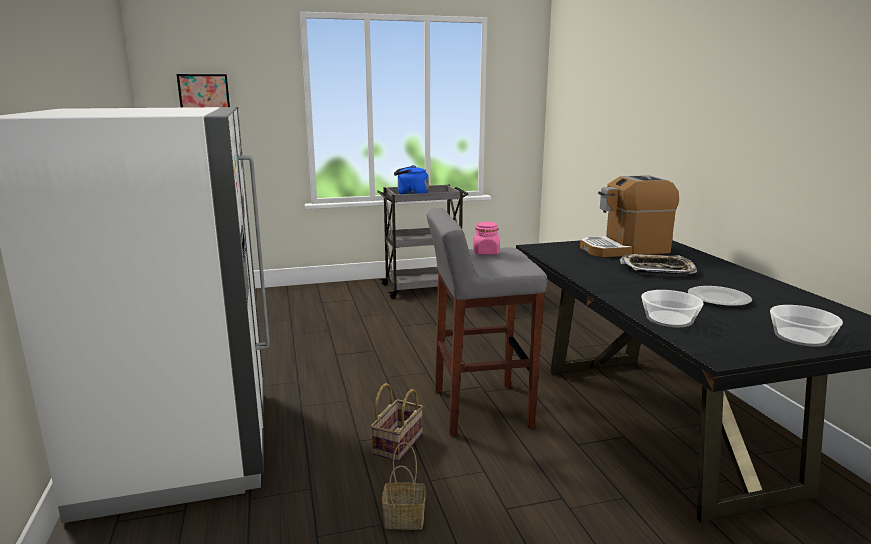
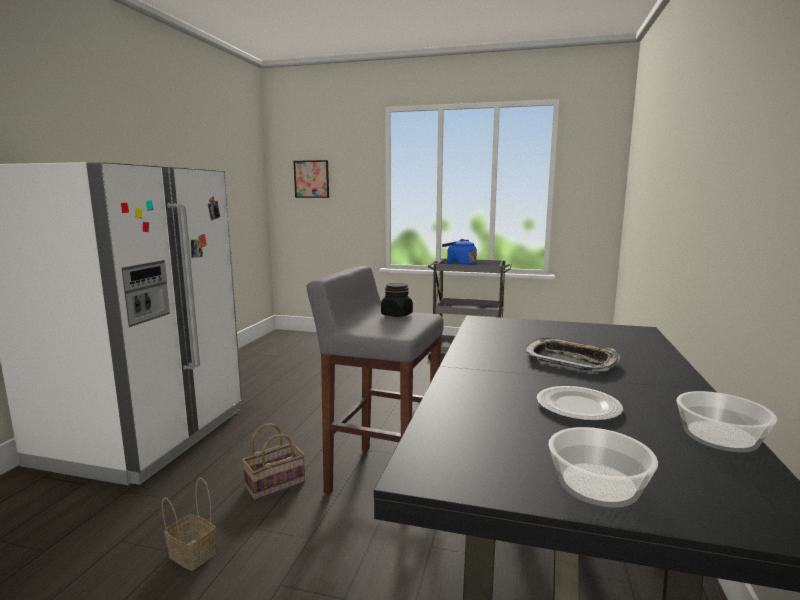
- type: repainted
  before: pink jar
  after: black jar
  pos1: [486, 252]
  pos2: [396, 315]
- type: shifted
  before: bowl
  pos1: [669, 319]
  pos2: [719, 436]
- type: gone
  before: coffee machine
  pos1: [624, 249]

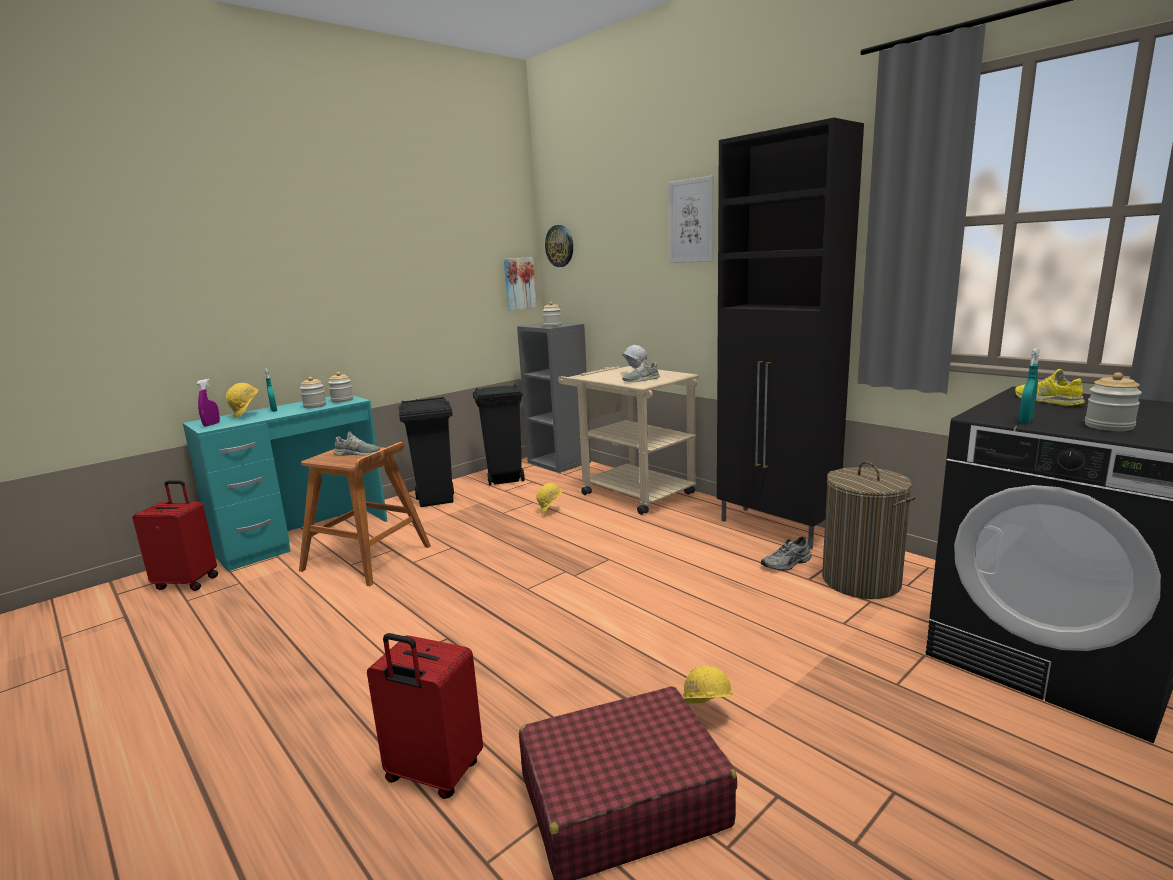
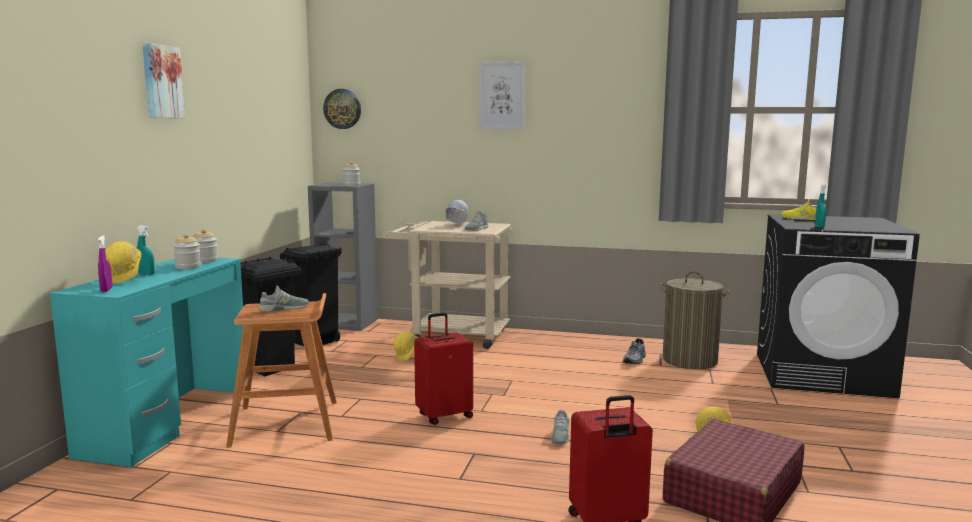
- type: shifted
  before: picture
  pos1: [519, 283]
  pos2: [161, 82]
- type: shifted
  before: red suitcase
  pos1: [188, 582]
  pos2: [444, 415]
- type: new
  after: grey shoe
  pos2: [560, 436]
- type: gone
  before: black cabinet
  pos1: [776, 528]
- type: gone
  before: jar
  pos1: [1108, 426]

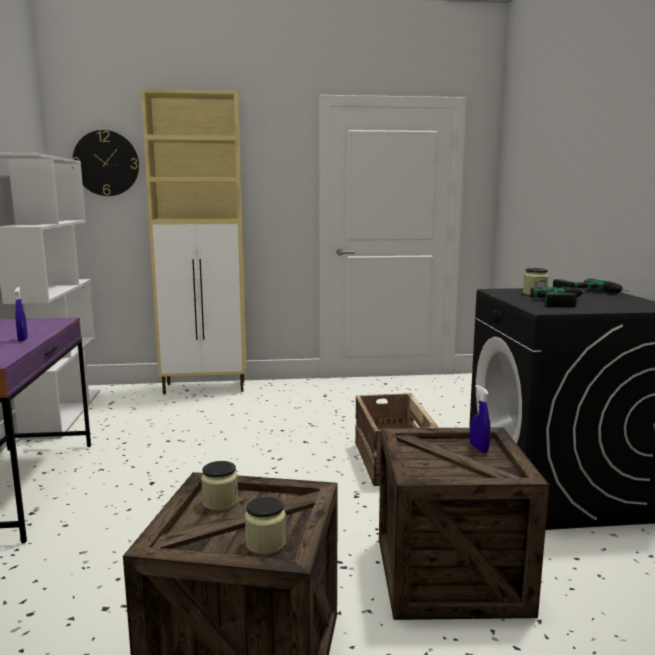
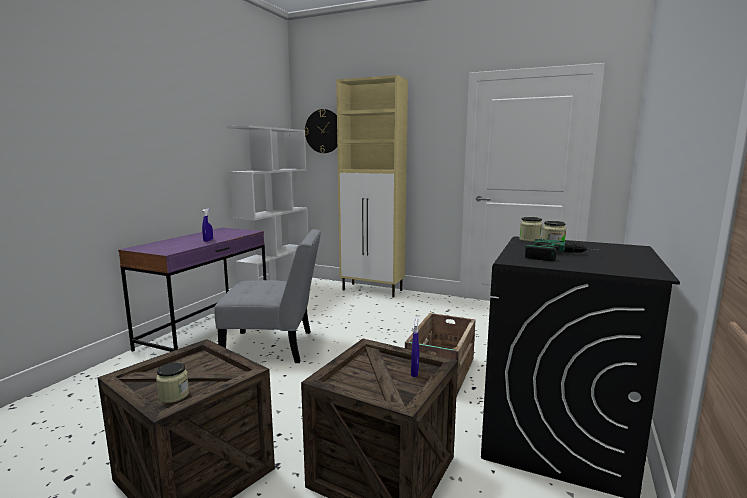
- type: new
  after: grey chair
  pos2: [274, 347]
- type: shifted
  before: jar
  pos1: [220, 502]
  pos2: [530, 240]
- type: gone
  before: power drill
  pos1: [591, 293]

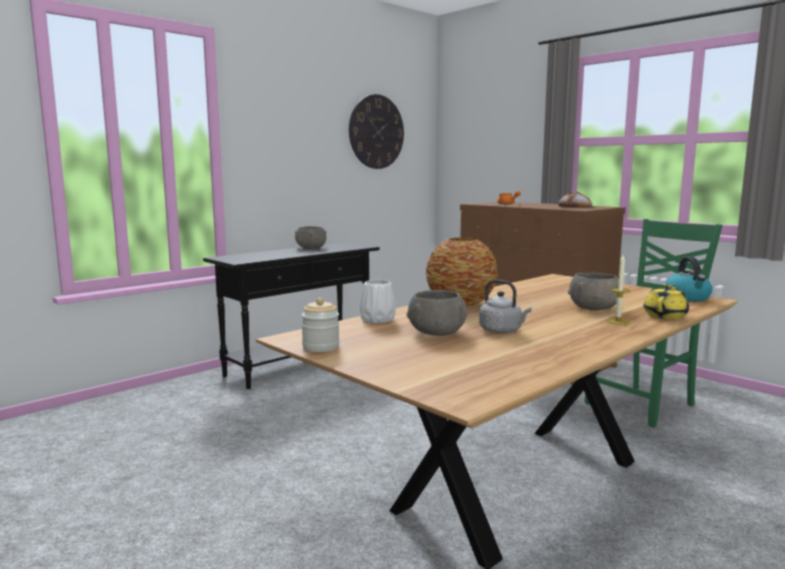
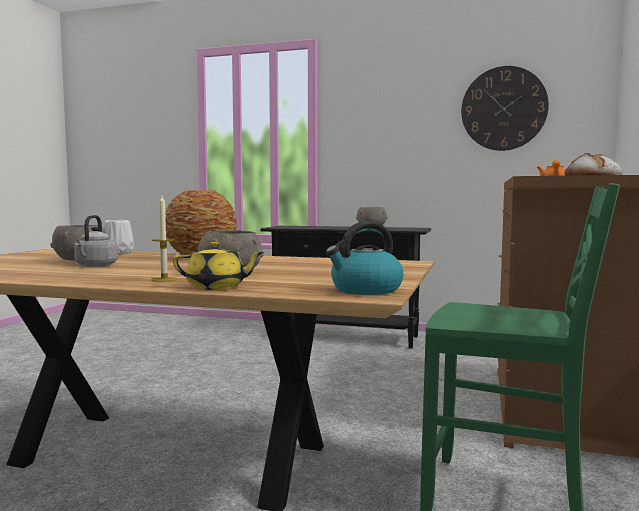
- type: gone
  before: jar
  pos1: [321, 347]

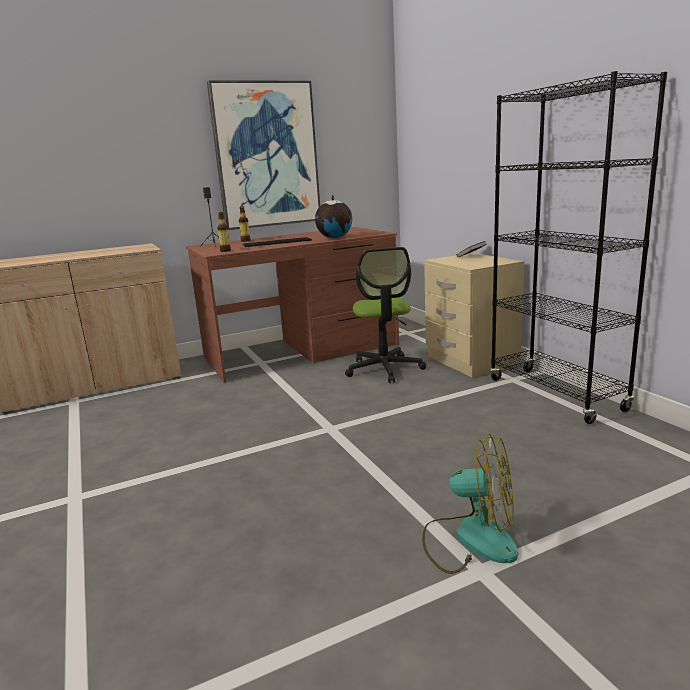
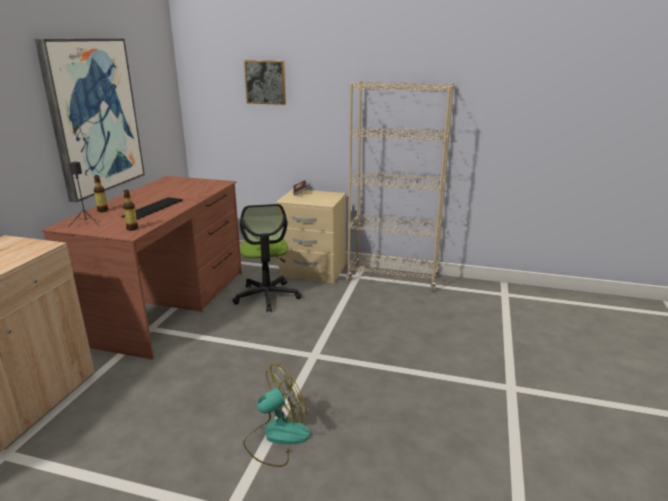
- type: rotated
  before: office chair
  pos1: [384, 369]
  pos2: [267, 296]
  turn: 45
- type: shifted
  before: fan
  pos1: [470, 539]
  pos2: [277, 437]
- type: new
  after: picture
  pos2: [265, 82]
- type: repainted
  before: black bookcase
  after: beige bookcase
  pos1: [555, 394]
  pos2: [393, 278]
- type: gone
  before: globe
  pos1: [334, 238]

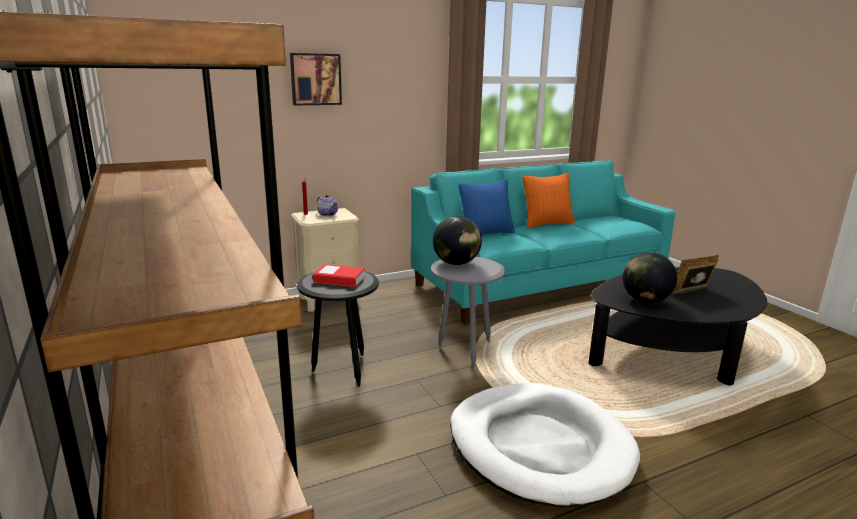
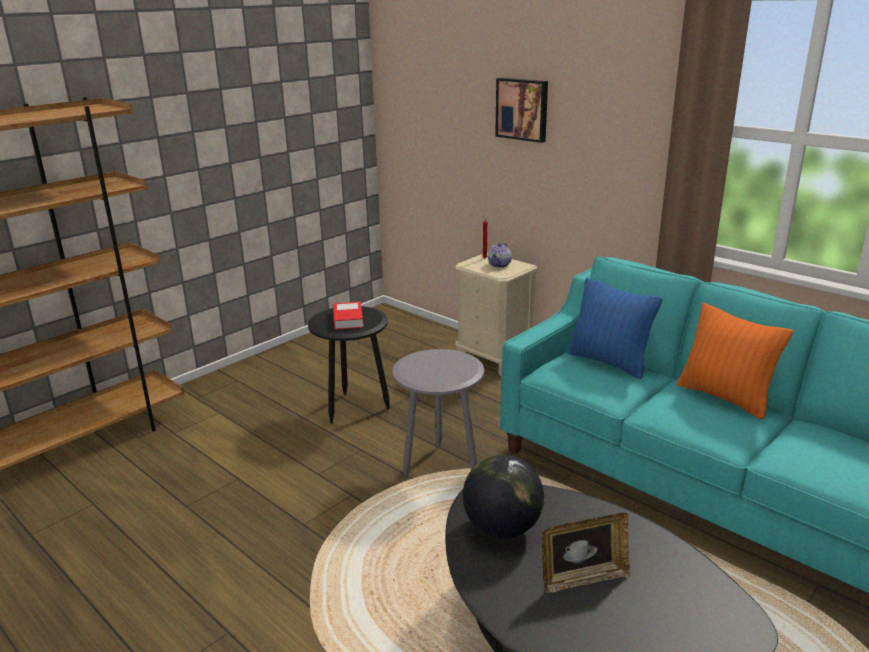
- type: rotated
  before: picture frame
  pos1: [691, 292]
  pos2: [583, 578]
  turn: 120
- type: gone
  before: globe
  pos1: [456, 263]
- type: gone
  before: white dog bed
  pos1: [539, 447]

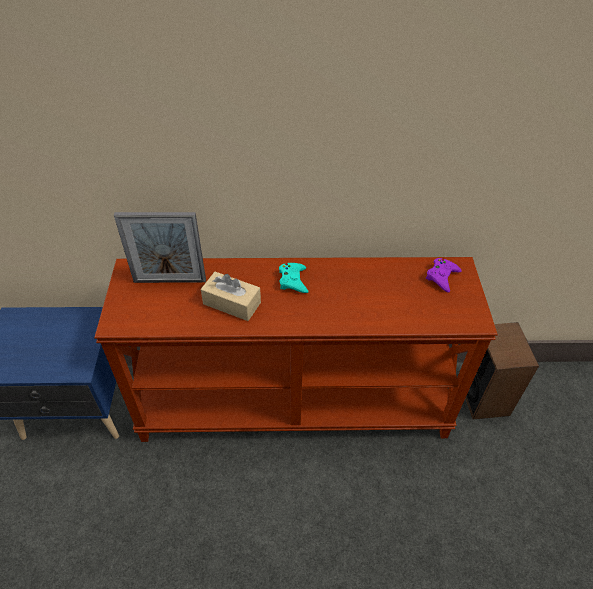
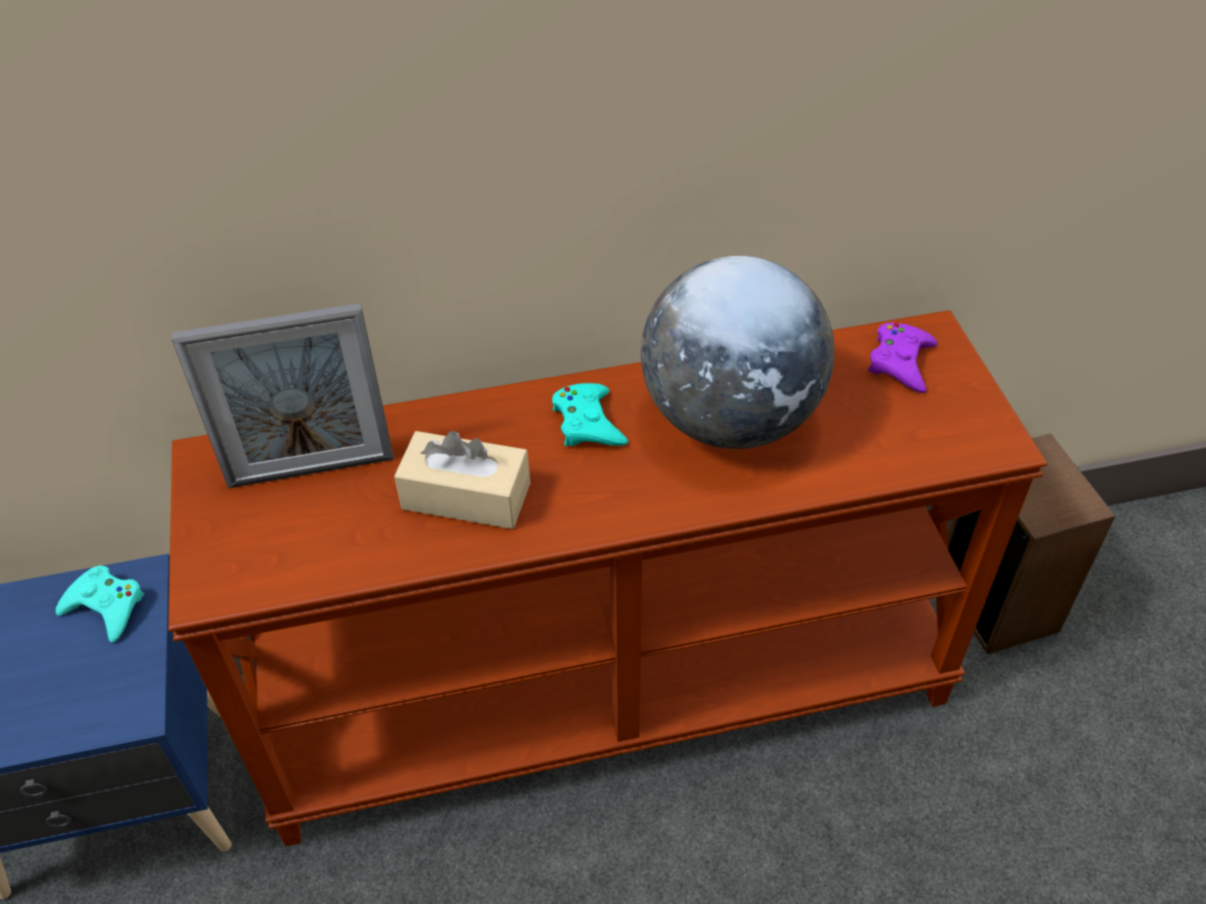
- type: new
  after: turquoise game controller
  pos2: [106, 607]
- type: new
  after: globe
  pos2: [730, 418]

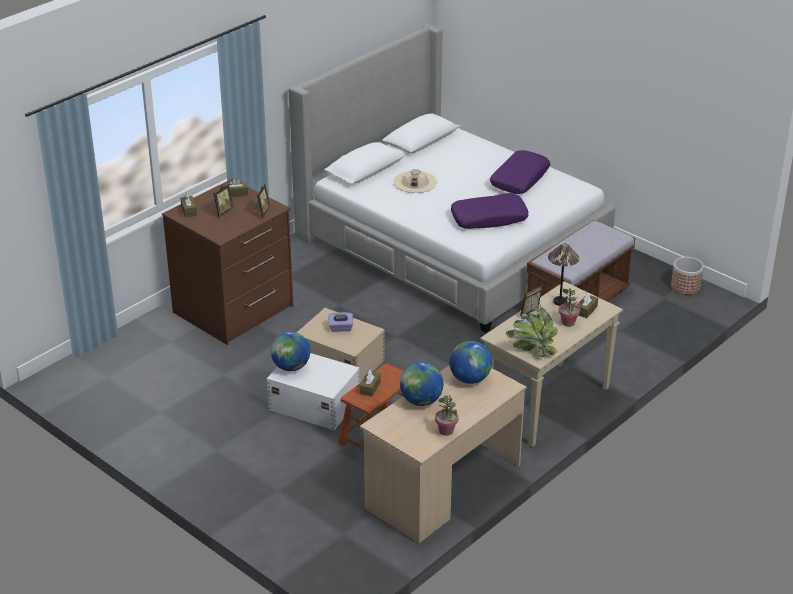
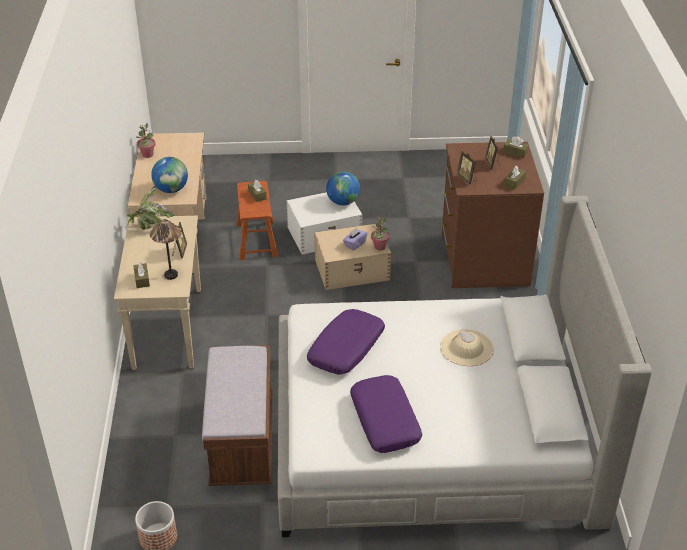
- type: shifted
  before: potted plant
  pos1: [568, 323]
  pos2: [379, 247]
- type: gone
  before: globe
  pos1: [421, 401]

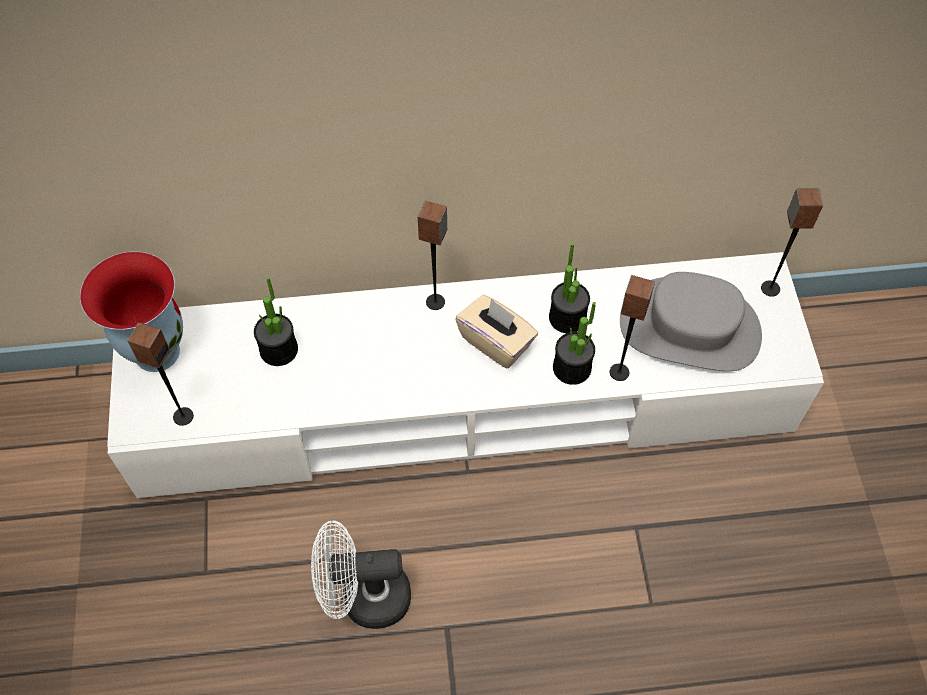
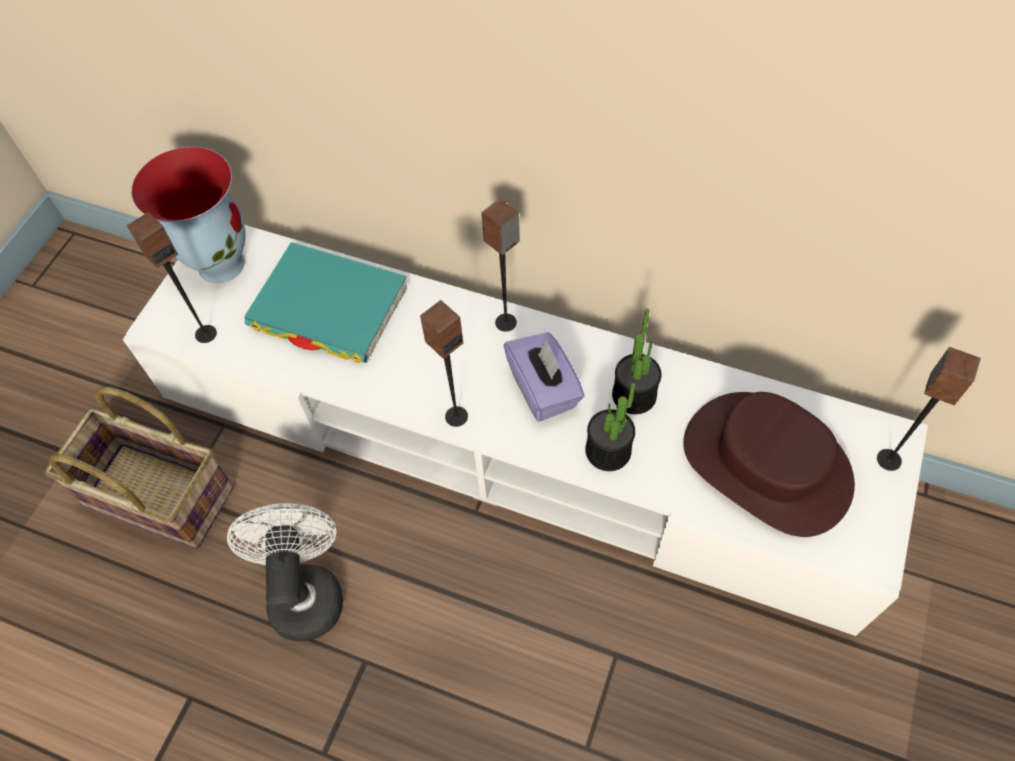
- type: new
  after: basket
  pos2: [157, 498]
- type: rotated
  before: white fan
  pos1: [364, 597]
  pos2: [305, 591]
  turn: 60
- type: swapped
  before: potted plant
  after: turquoise book
  pos1: [279, 350]
  pos2: [328, 307]
- type: shifted
  before: speaker
  pos1: [618, 372]
  pos2: [456, 416]
- type: repainted
  before: beige tissue box
  after: purple tissue box
  pos1: [496, 342]
  pos2: [544, 389]
- type: repainted
  before: grey hat
  after: brown hat
  pos1: [690, 328]
  pos2: [767, 464]

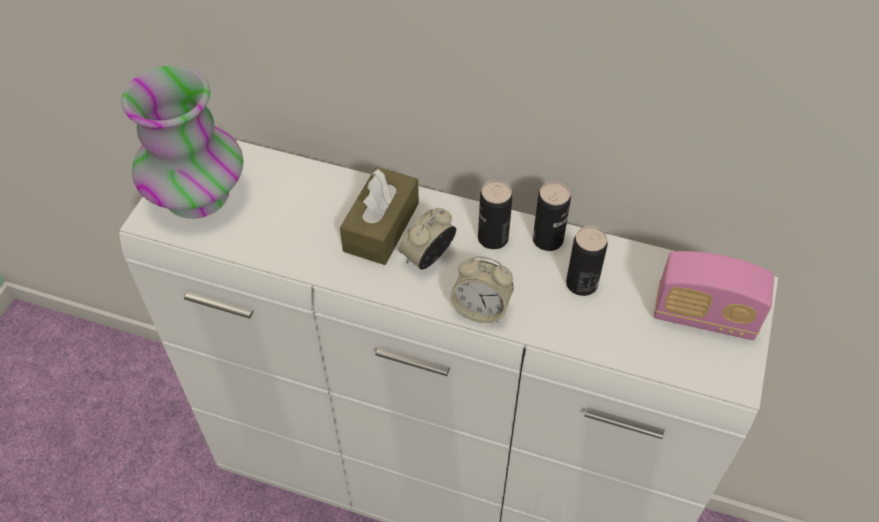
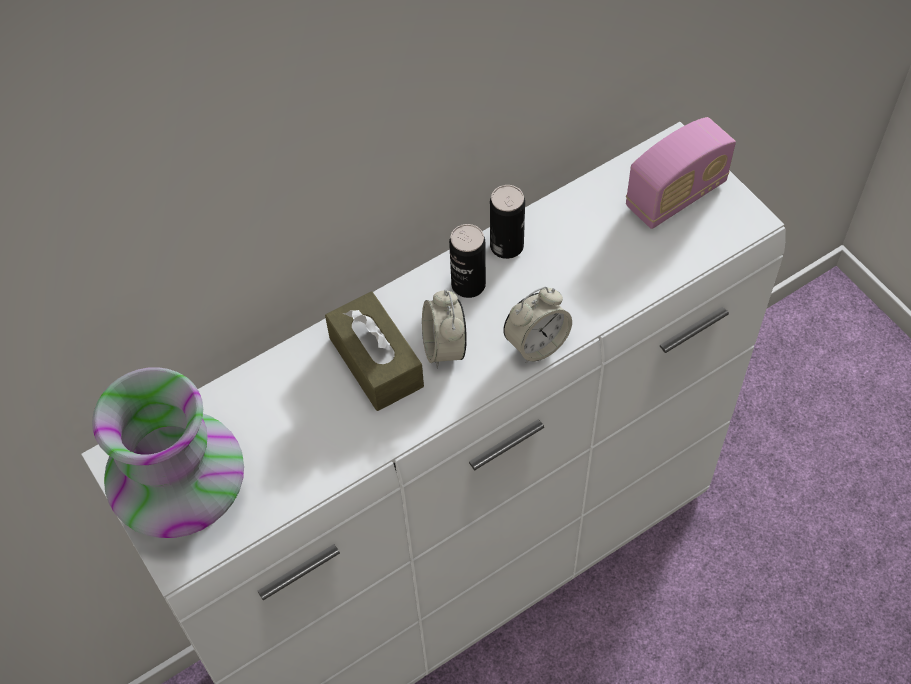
- type: gone
  before: can
  pos1: [581, 284]

